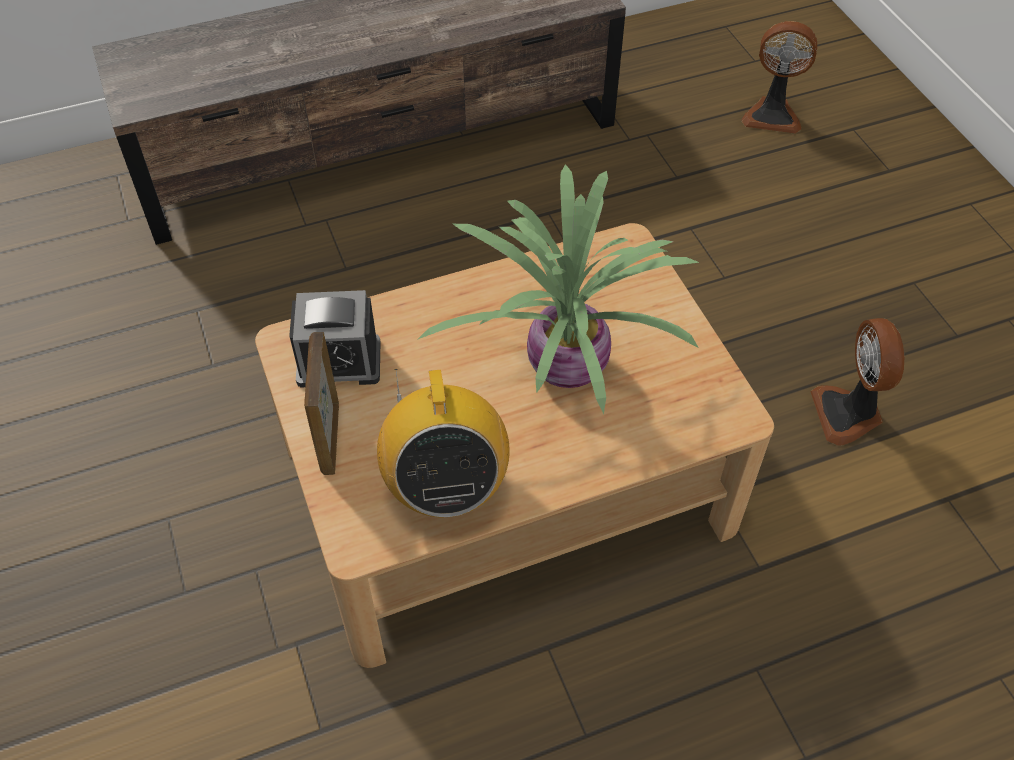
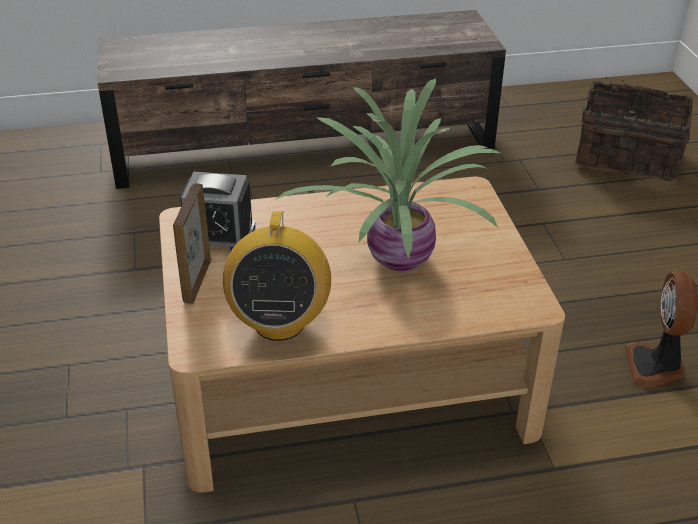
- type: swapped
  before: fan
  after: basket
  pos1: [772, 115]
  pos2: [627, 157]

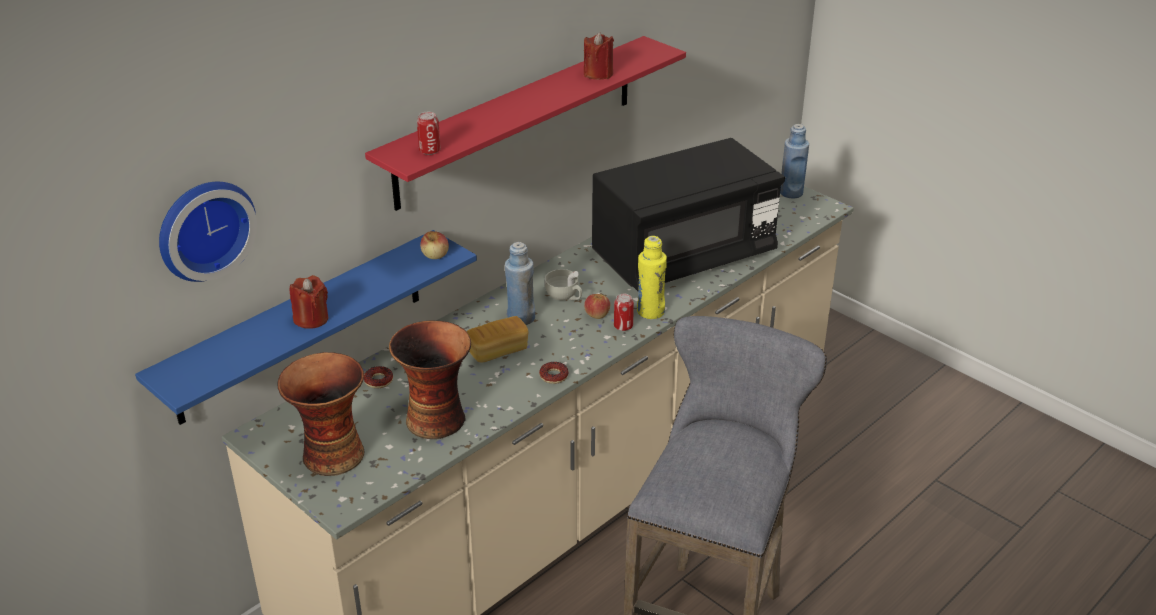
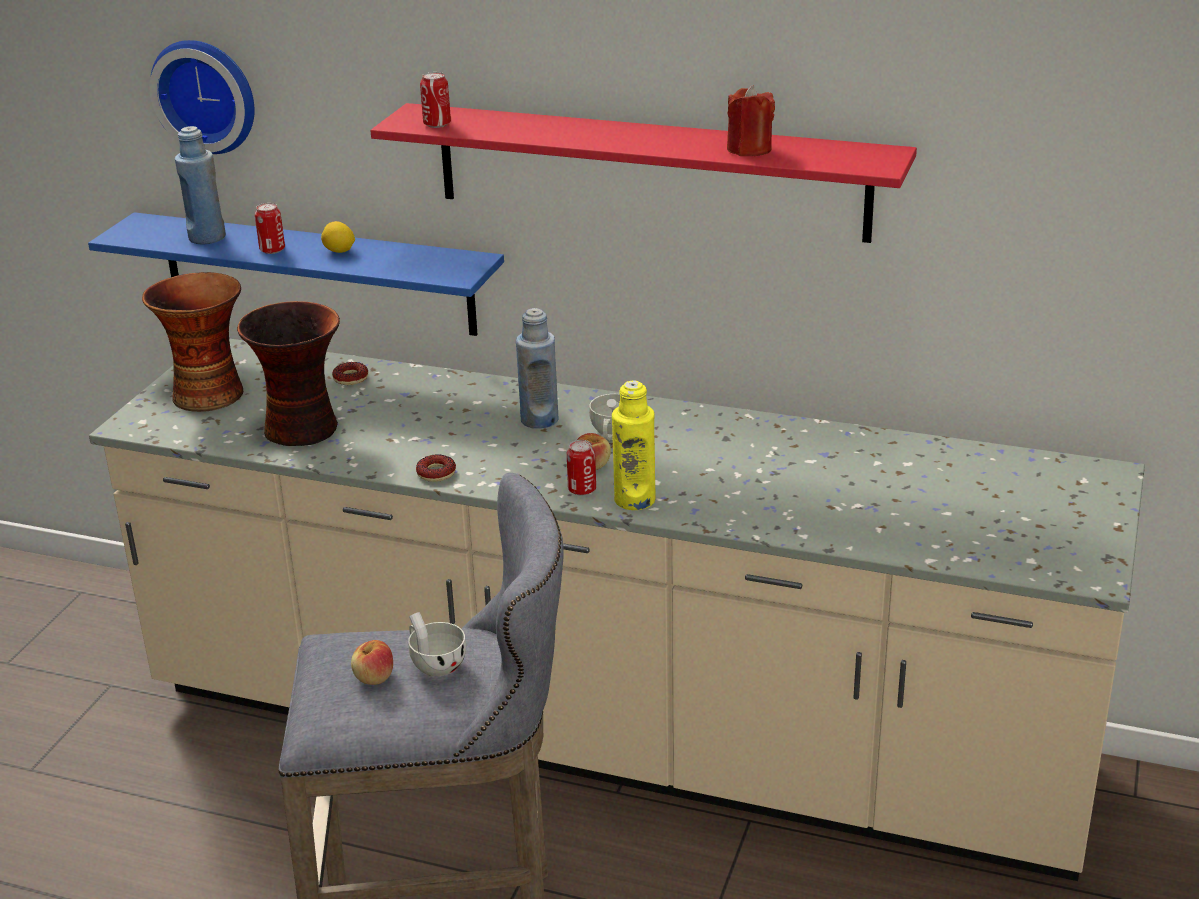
- type: shifted
  before: blue bottle
  pos1: [791, 193]
  pos2: [207, 238]
- type: swapped
  before: red candle
  after: can
  pos1: [311, 319]
  pos2: [272, 250]
- type: new
  after: lemon
  pos2: [339, 251]
- type: shifted
  before: apple
  pos1: [435, 255]
  pos2: [374, 678]
- type: new
  after: white cup
  pos2: [434, 663]
- type: gone
  before: bread
  pos1: [497, 350]
- type: gone
  before: black microwave
  pos1: [683, 256]

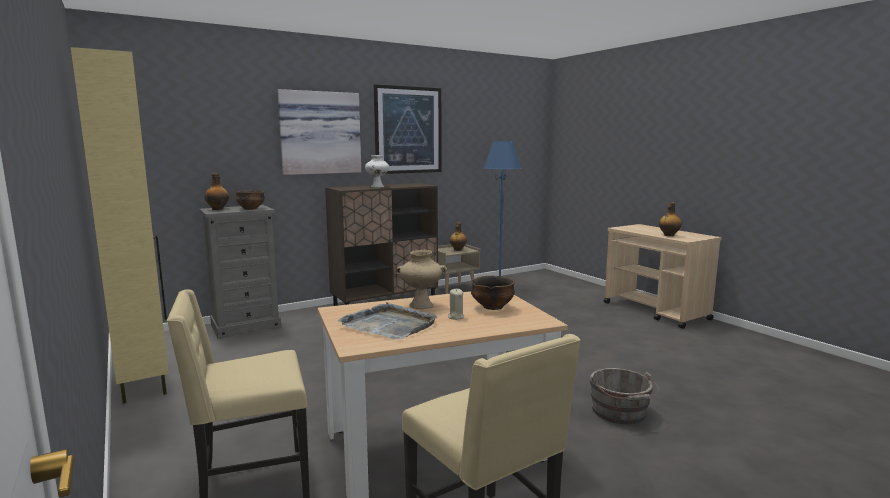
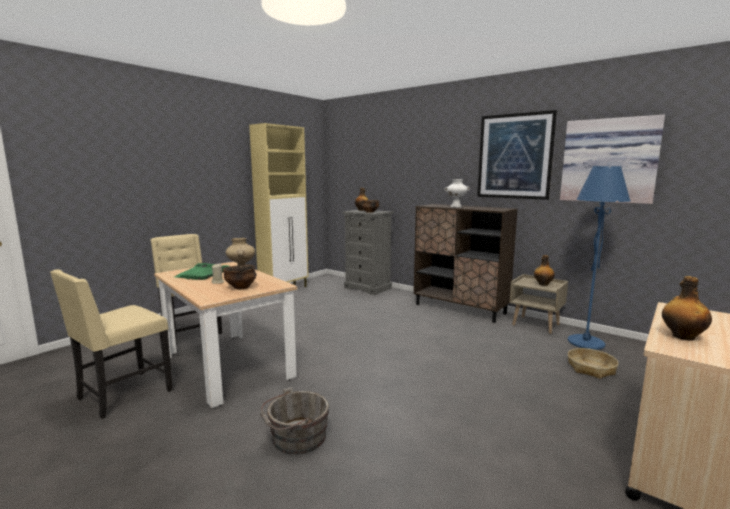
- type: repainted
  before: grey tray
  after: green tray
  pos1: [389, 324]
  pos2: [202, 273]
- type: shifted
  before: picture
  pos1: [320, 133]
  pos2: [609, 160]
- type: new
  after: basket
  pos2: [591, 369]

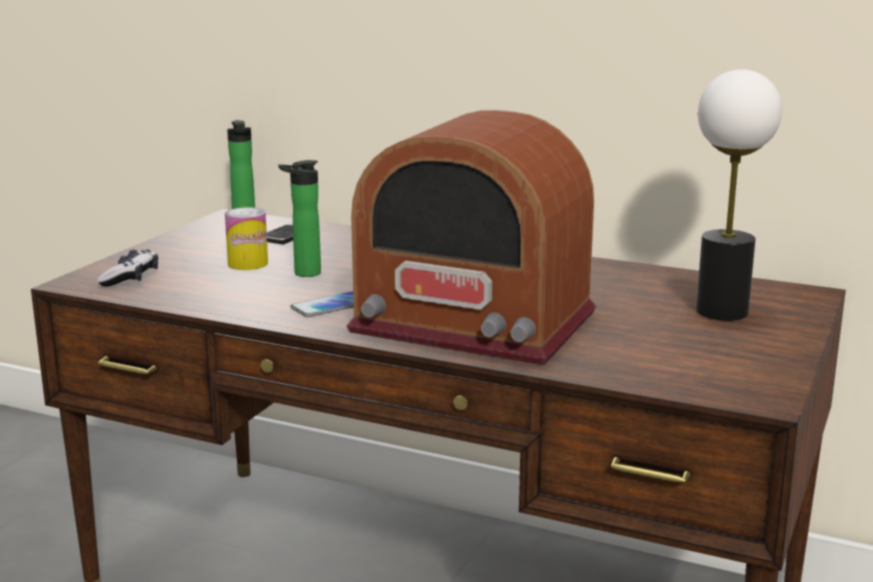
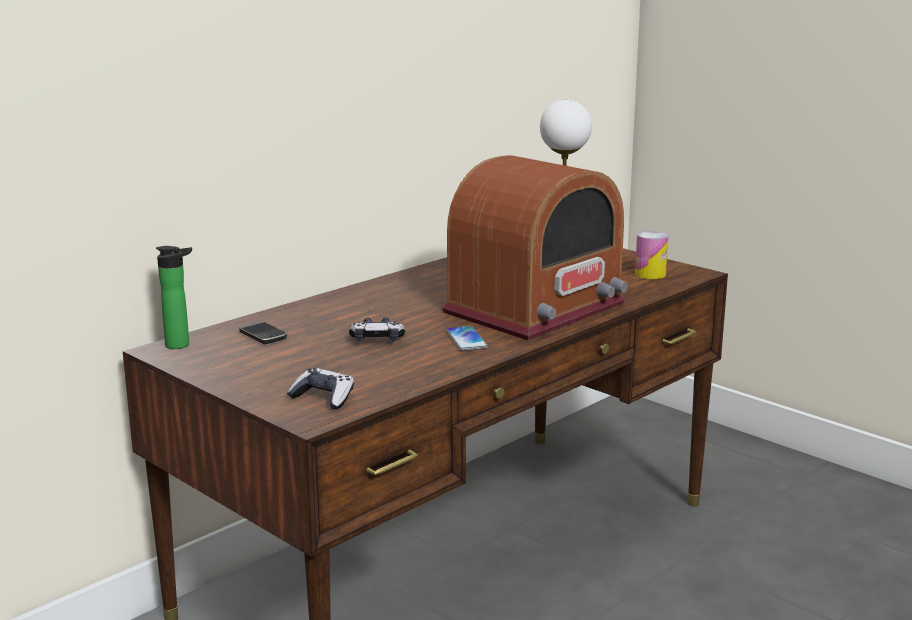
- type: swapped
  before: bottle
  after: game controller
  pos1: [303, 273]
  pos2: [377, 340]
- type: shifted
  before: can
  pos1: [248, 263]
  pos2: [650, 274]

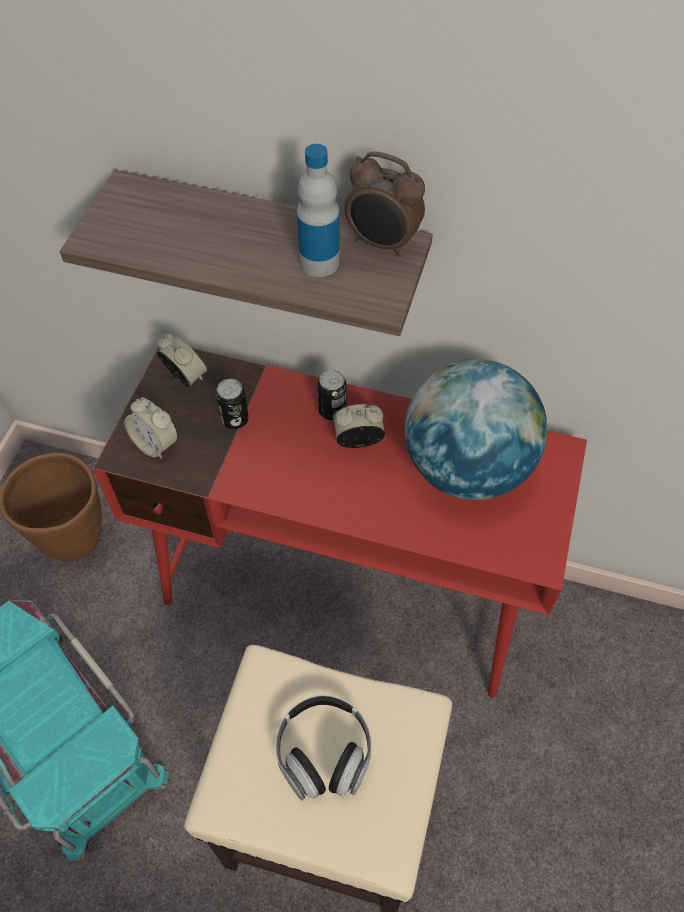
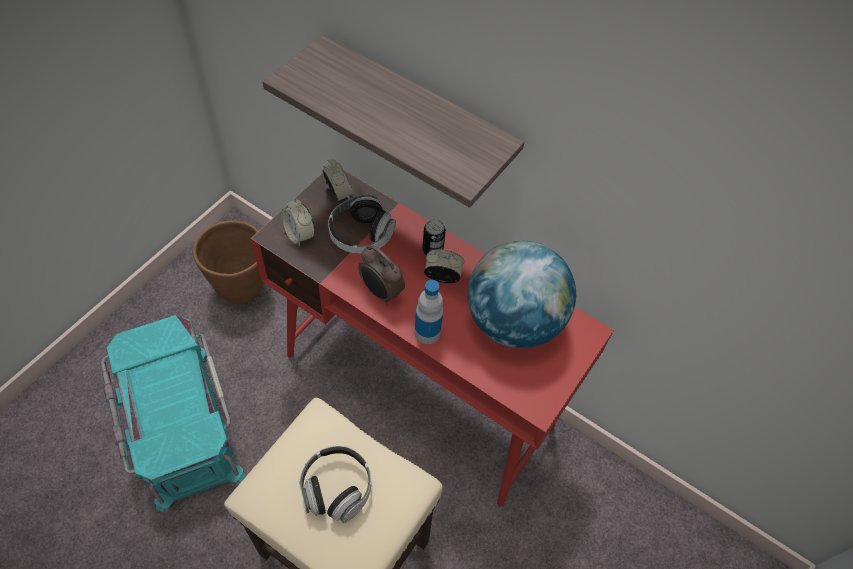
- type: swapped
  before: can
  after: headphones
  pos1: [234, 419]
  pos2: [361, 235]
- type: shifted
  before: alarm clock
  pos1: [382, 244]
  pos2: [380, 292]
- type: shifted
  before: bottle
  pos1: [319, 262]
  pos2: [427, 332]

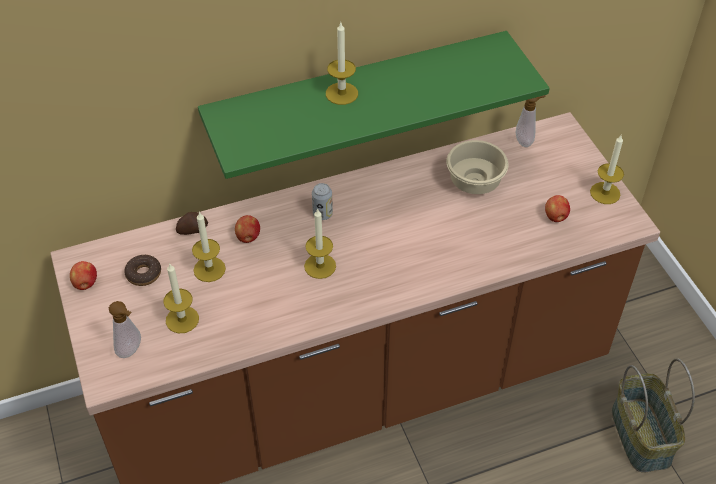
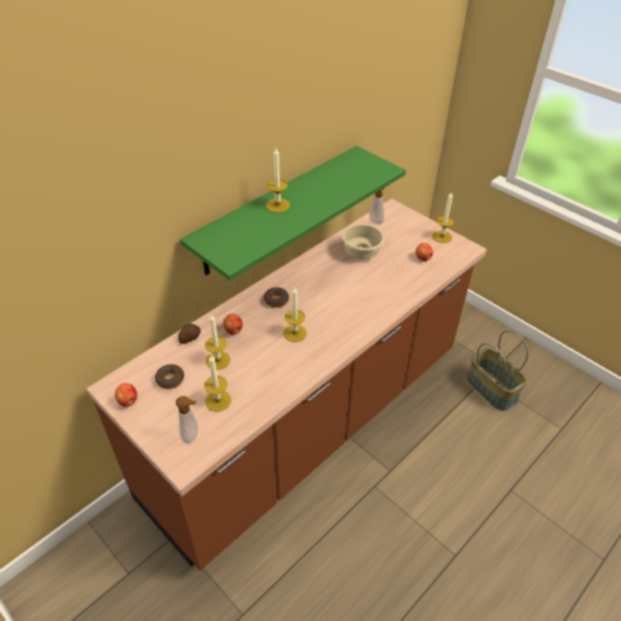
- type: swapped
  before: can
  after: donut
  pos1: [322, 214]
  pos2: [276, 300]

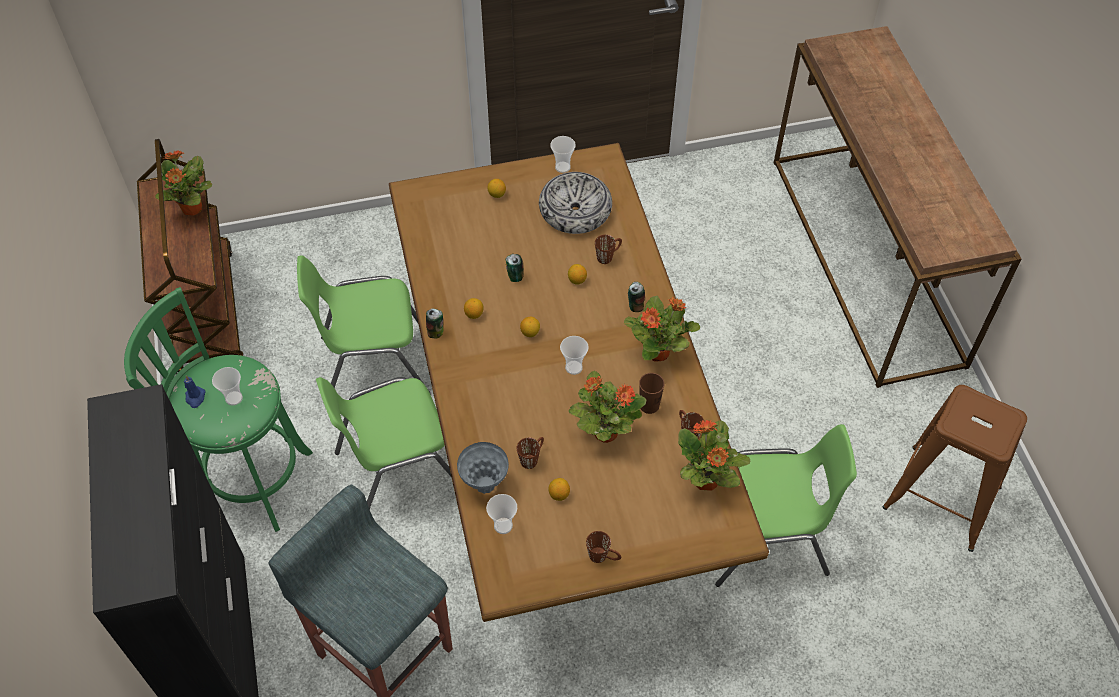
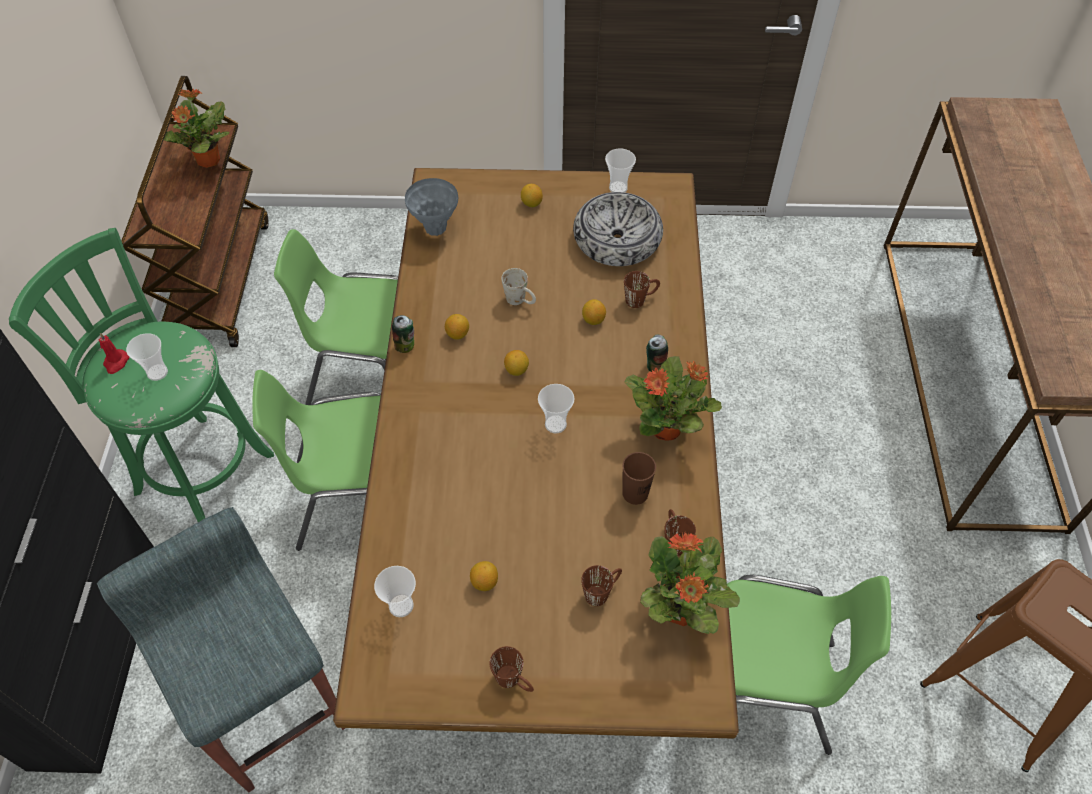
- type: repainted
  before: blue candle
  after: red candle
  pos1: [195, 398]
  pos2: [116, 362]
- type: shifted
  before: grey vase
  pos1: [484, 485]
  pos2: [435, 229]
- type: swapped
  before: can
  after: white mug
  pos1: [515, 277]
  pos2: [520, 301]
- type: shifted
  before: brown mug
  pos1: [532, 457]
  pos2: [602, 591]
- type: gone
  before: potted plant
  pos1: [605, 431]

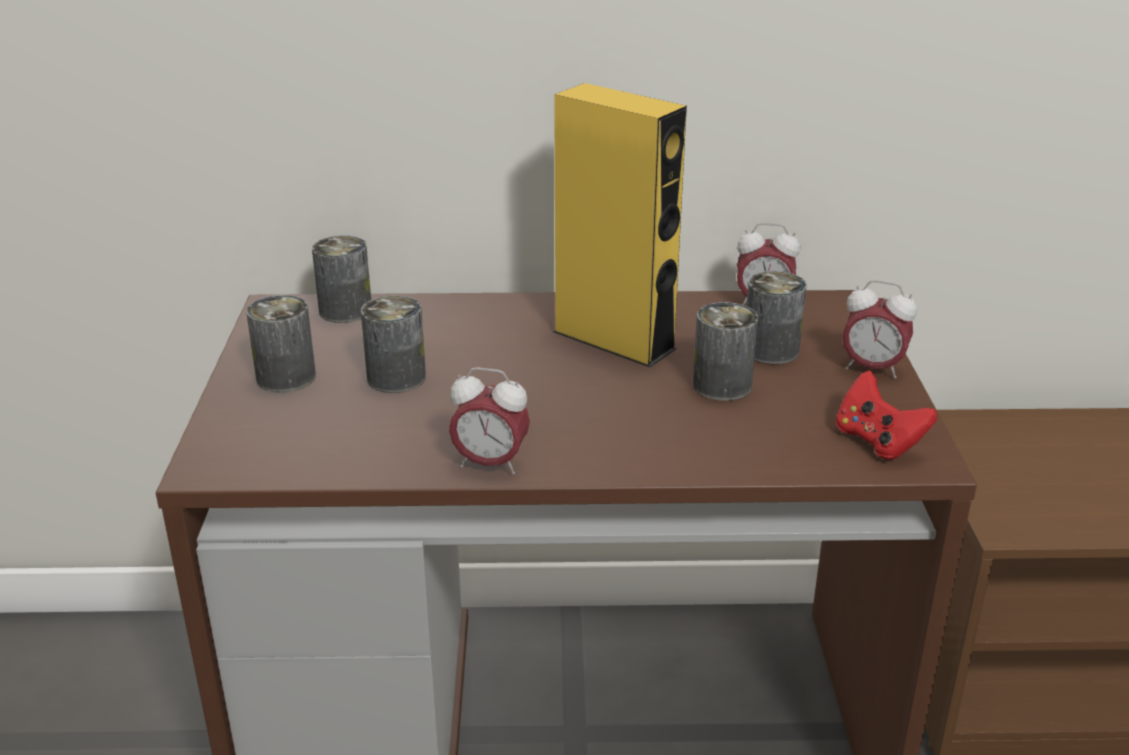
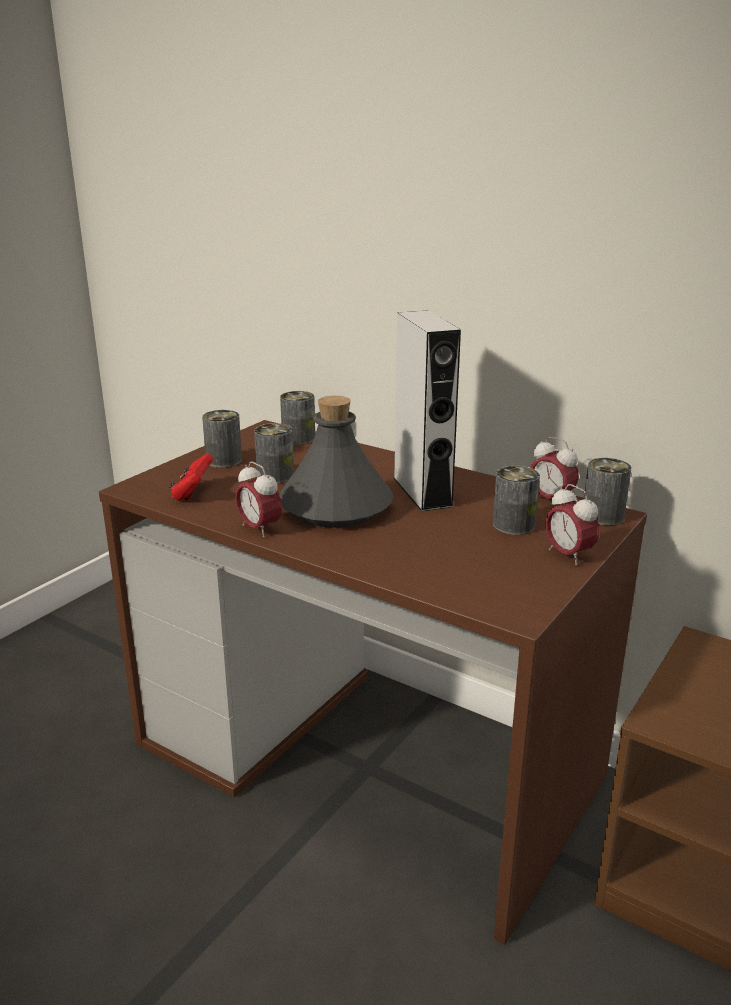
- type: shifted
  before: red game controller
  pos1: [877, 441]
  pos2: [192, 493]
- type: new
  after: grey bottle
  pos2: [336, 507]
- type: repainted
  before: yellow speaker
  after: grey speaker
  pos1: [614, 340]
  pos2: [422, 492]
- type: shifted
  before: can
  pos1: [722, 385]
  pos2: [603, 516]

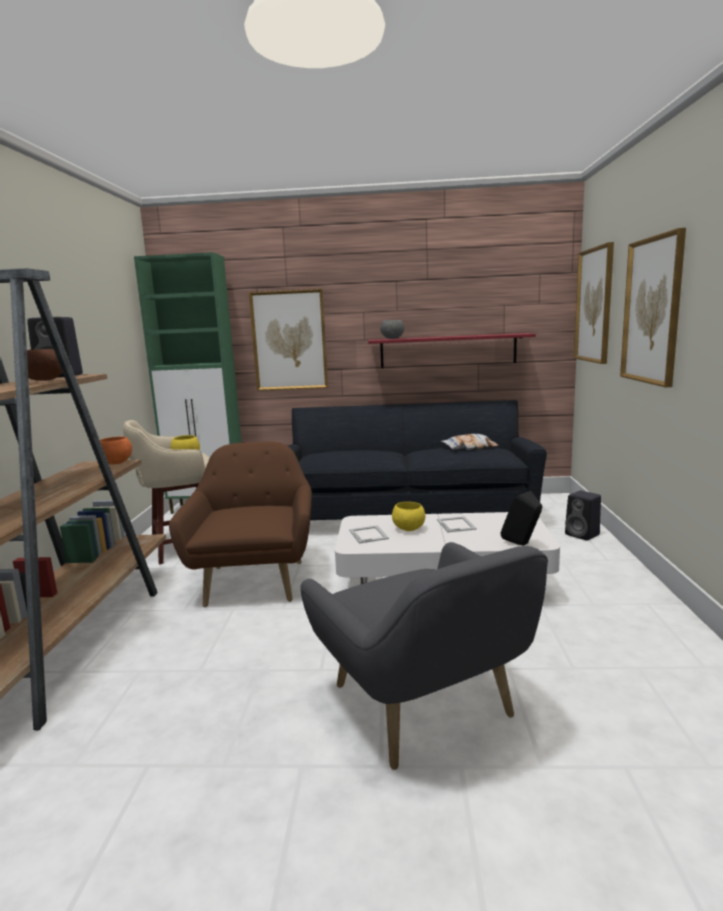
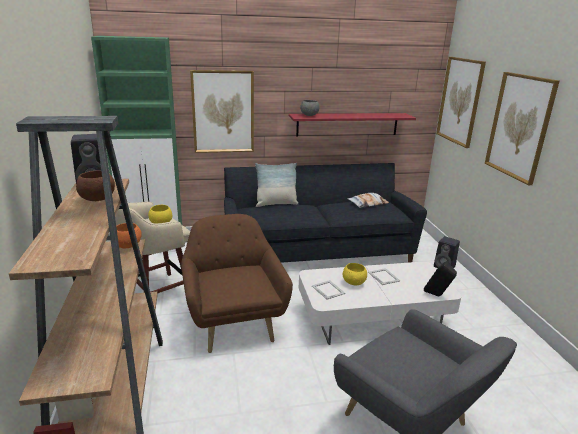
- type: new
  after: pillow
  pos2: [276, 204]

